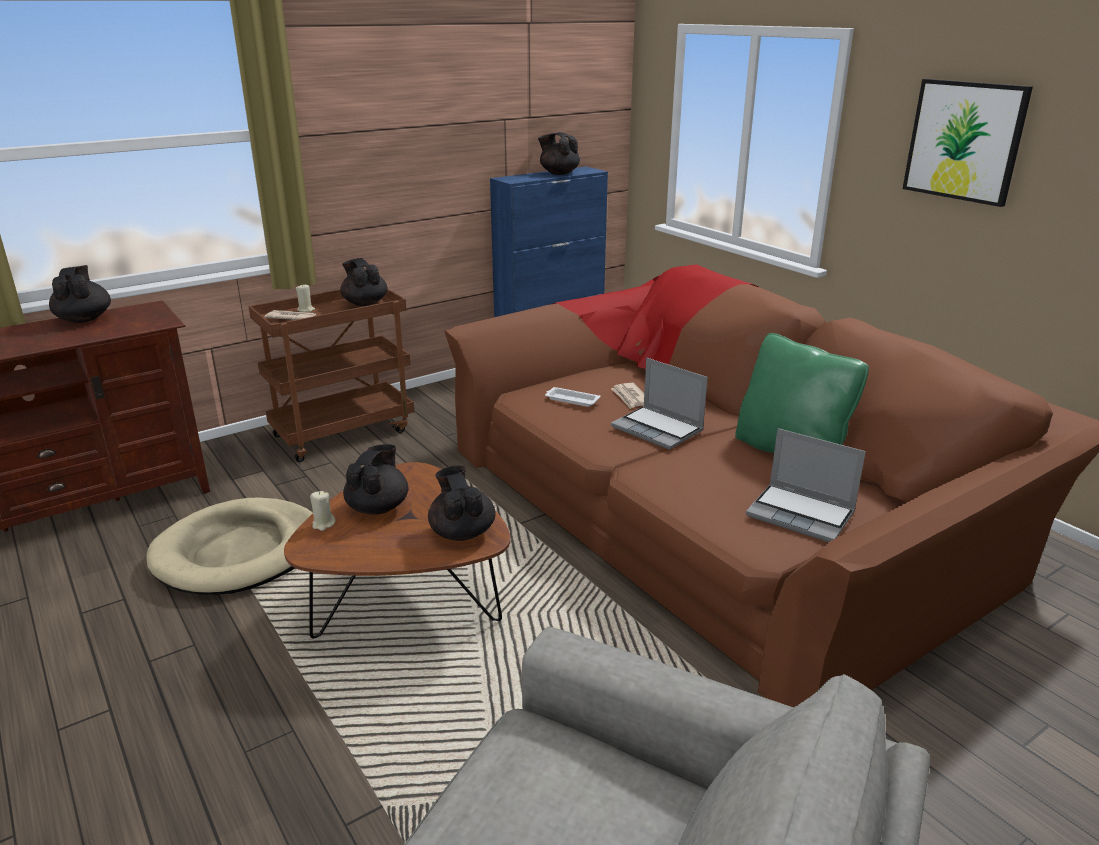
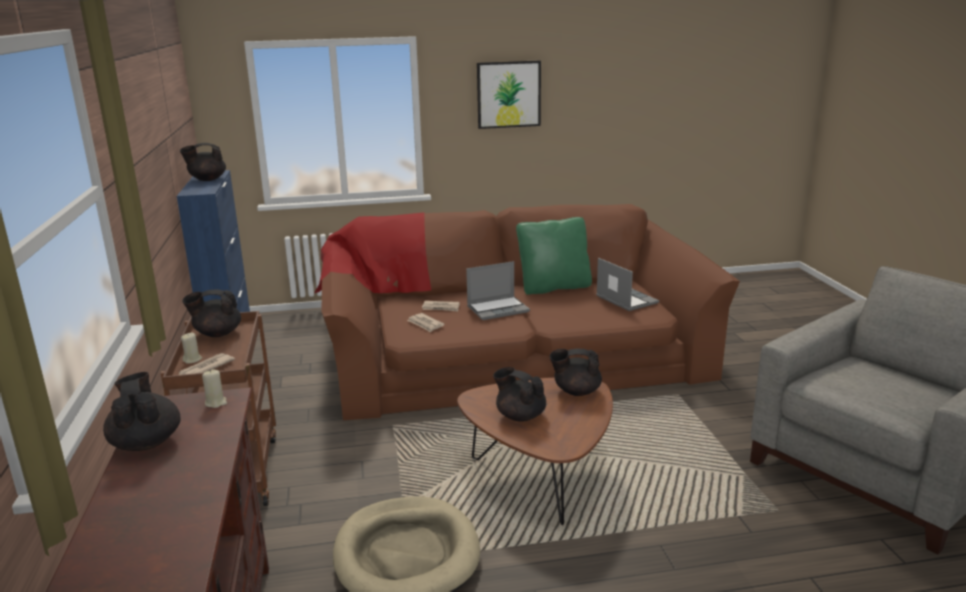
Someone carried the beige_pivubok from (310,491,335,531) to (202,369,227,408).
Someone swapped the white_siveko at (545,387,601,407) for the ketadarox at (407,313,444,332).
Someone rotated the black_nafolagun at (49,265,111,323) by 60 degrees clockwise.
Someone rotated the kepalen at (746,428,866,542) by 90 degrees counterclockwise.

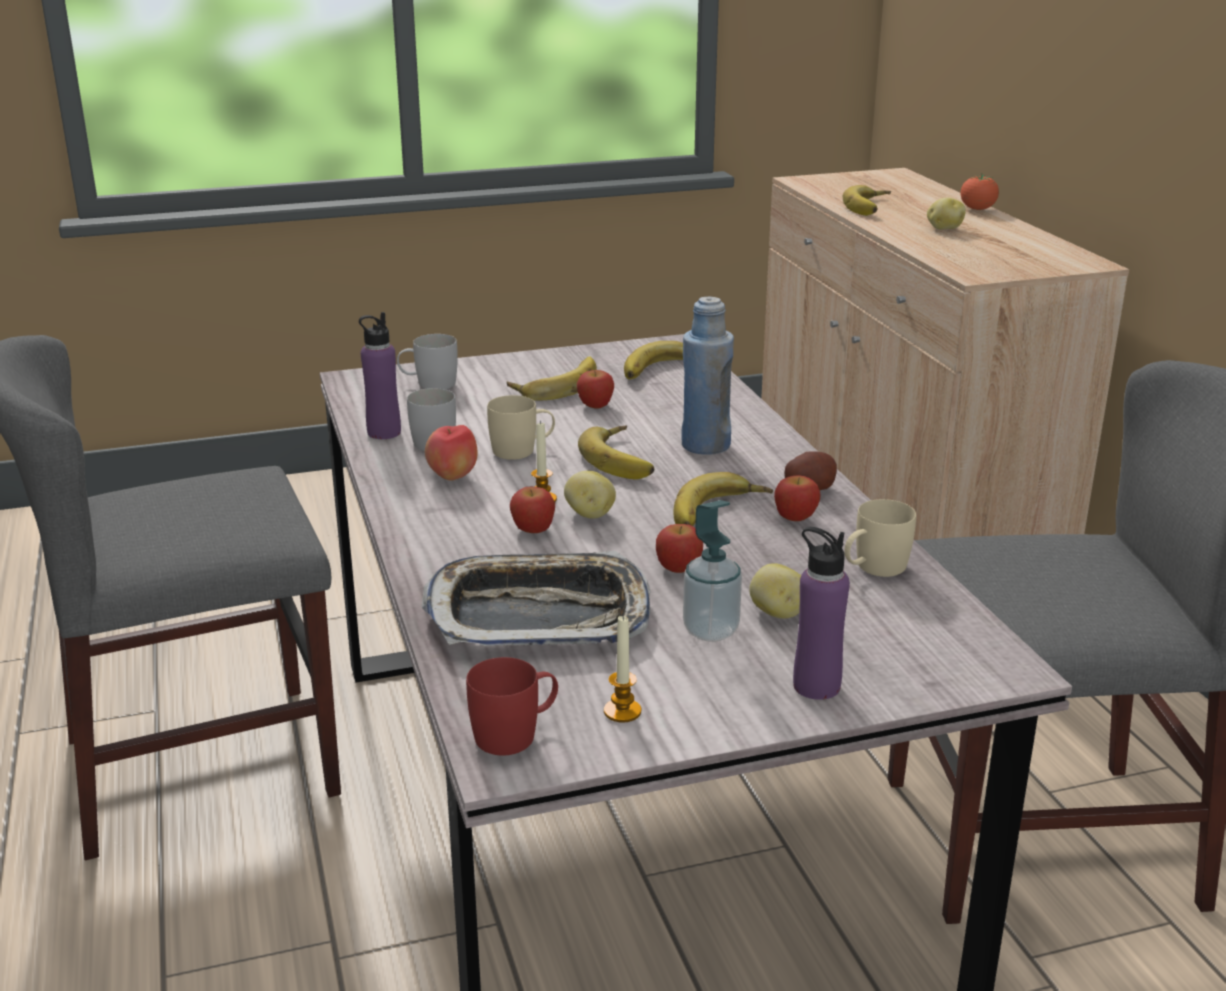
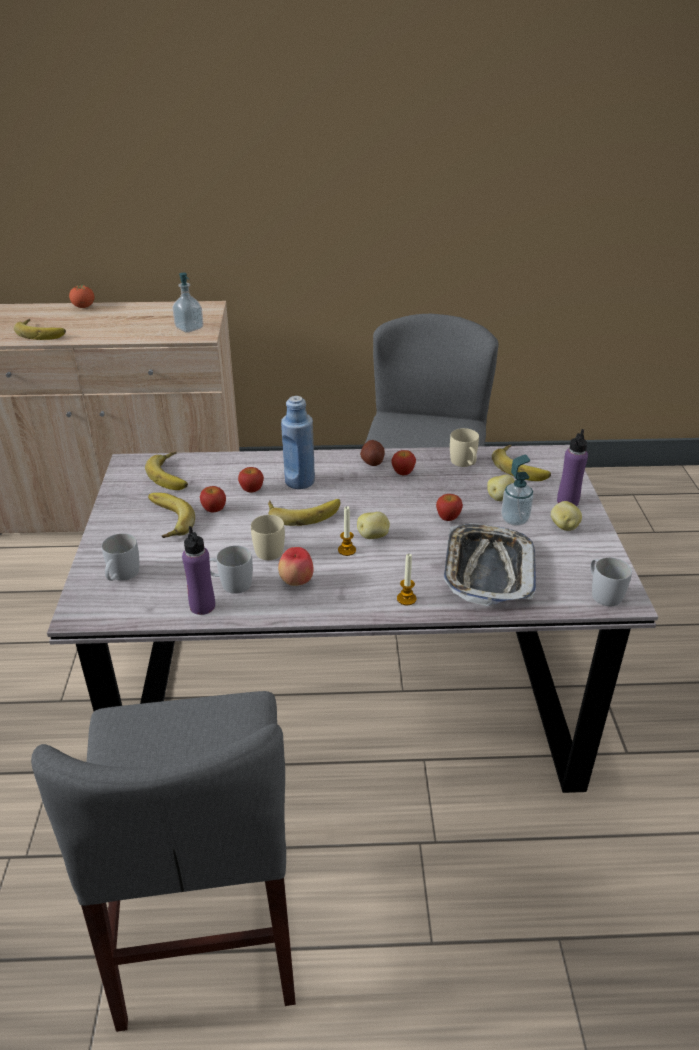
Someone put down the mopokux at (172,273,203,333).
Someone carried the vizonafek from (510,487,555,533) to (238,467,264,493).
Someone carried the pivubok from (604,615,641,723) to (397,554,416,605).
Someone carried the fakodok from (673,472,773,526) to (492,445,551,481).
Someone carried the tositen from (927,198,966,230) to (551,501,582,531).
Someone repainted the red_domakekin at (466,657,558,755), which became the white_domakekin at (591,557,632,606).

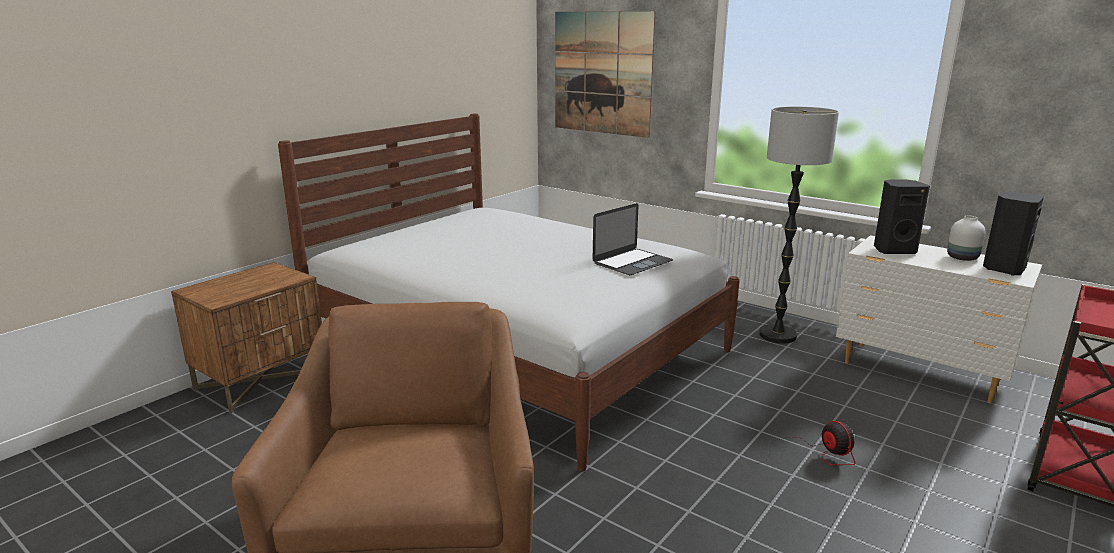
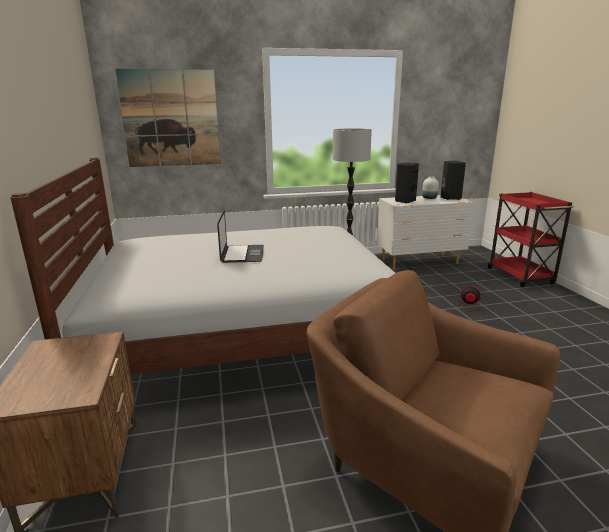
Someone carried the kepalen from (593,203,673,275) to (217,210,264,263).

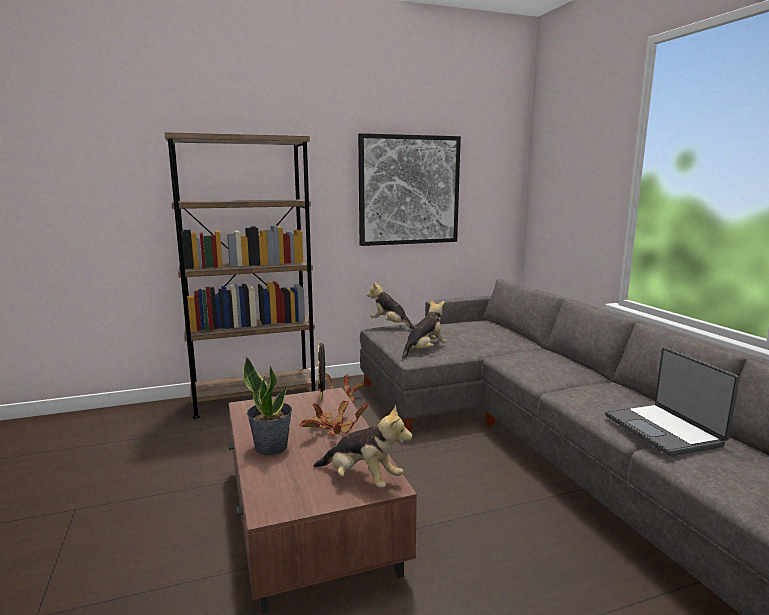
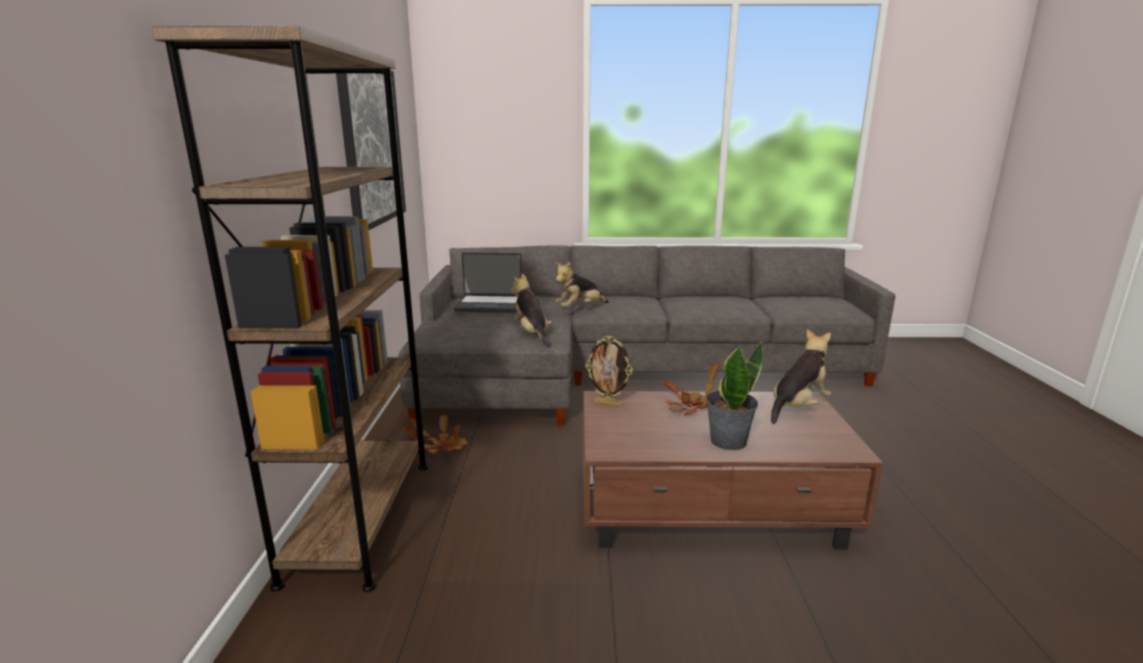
Someone carried the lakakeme from (367,282,415,329) to (555,262,608,307).
Someone carried the kepalen from (605,348,739,456) to (454,252,522,313).

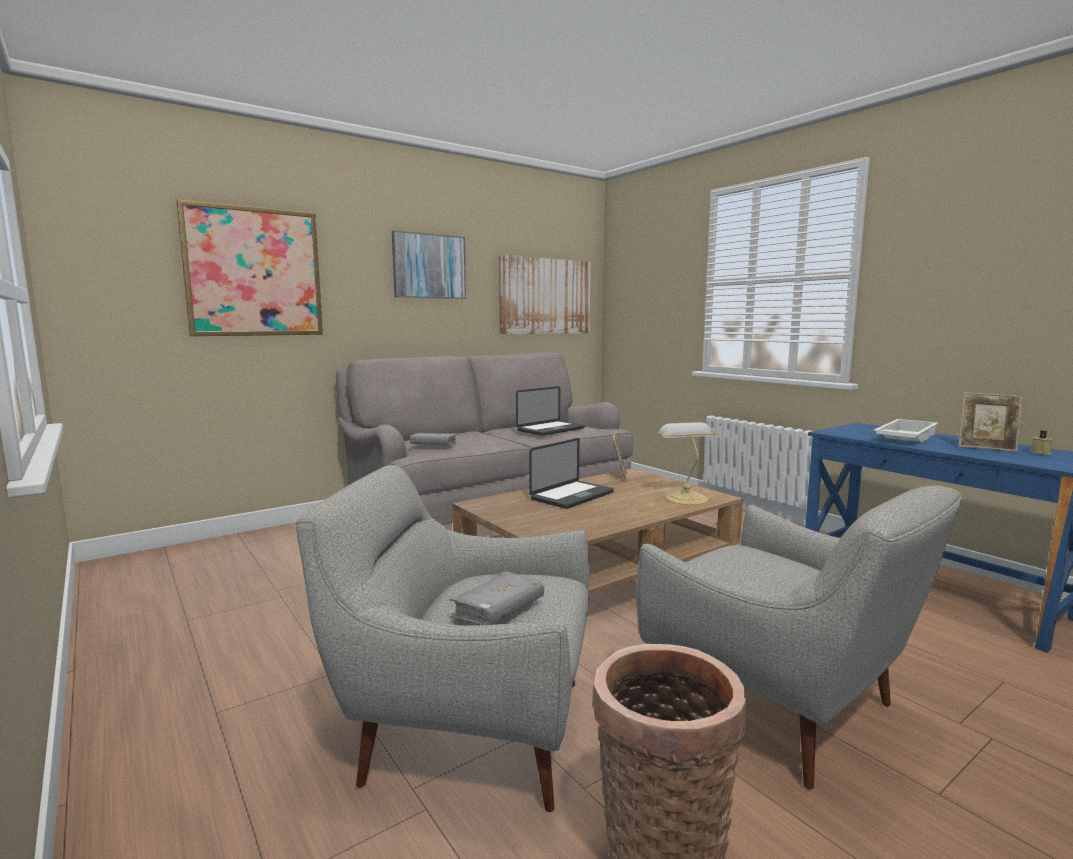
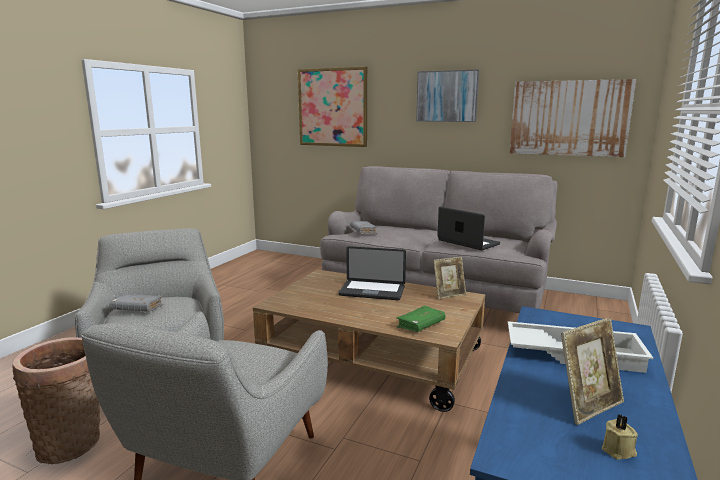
Someone swapped the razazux at (657,422,719,505) for the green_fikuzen at (396,306,446,332).
Someone rotated the kepalen at (516,386,585,436) by 150 degrees counterclockwise.
Someone rotated the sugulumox at (958,392,1022,452) by 120 degrees counterclockwise.

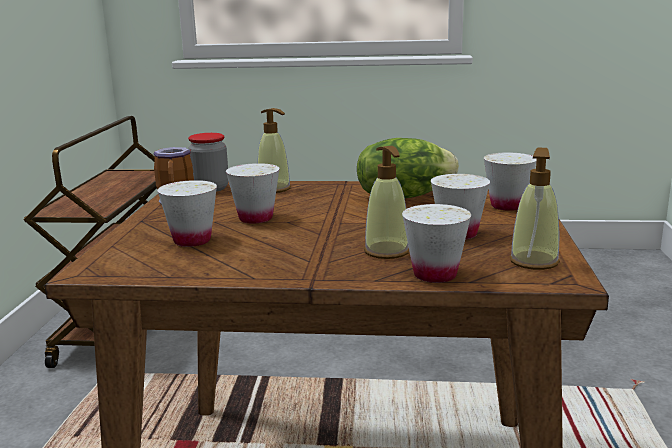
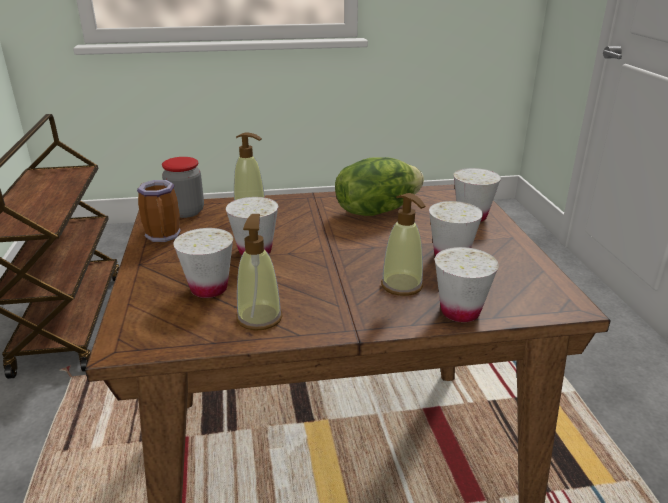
Someone carried the mopokux from (510,147,560,270) to (236,214,282,331).

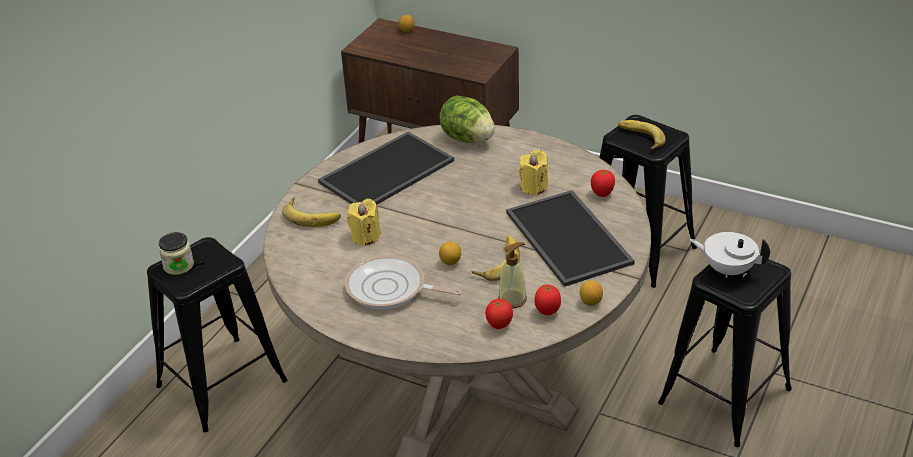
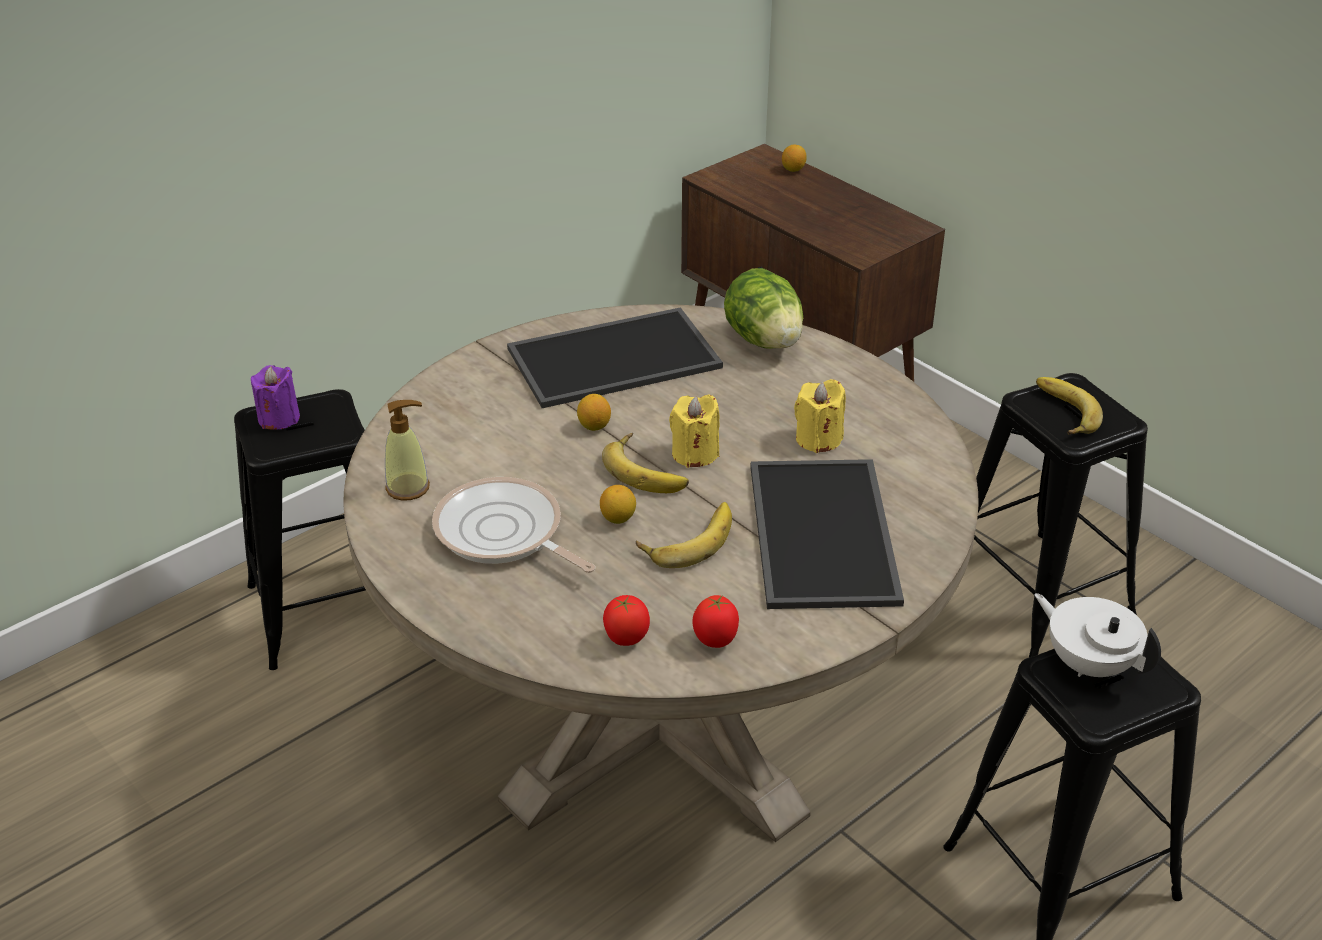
Someone took away the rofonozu at (591,169,615,197).
Someone carried the fakodok from (282,197,341,227) to (602,433,689,493).
Someone carried the yellow_pivubok from (347,199,381,246) to (669,395,720,468).
Someone carried the mopokux from (498,242,527,308) to (385,400,430,501).
Someone carried the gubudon from (580,280,603,306) to (577,394,611,431).
Someone swapped the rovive at (159,232,194,275) for the purple_pivubok at (251,365,300,430).

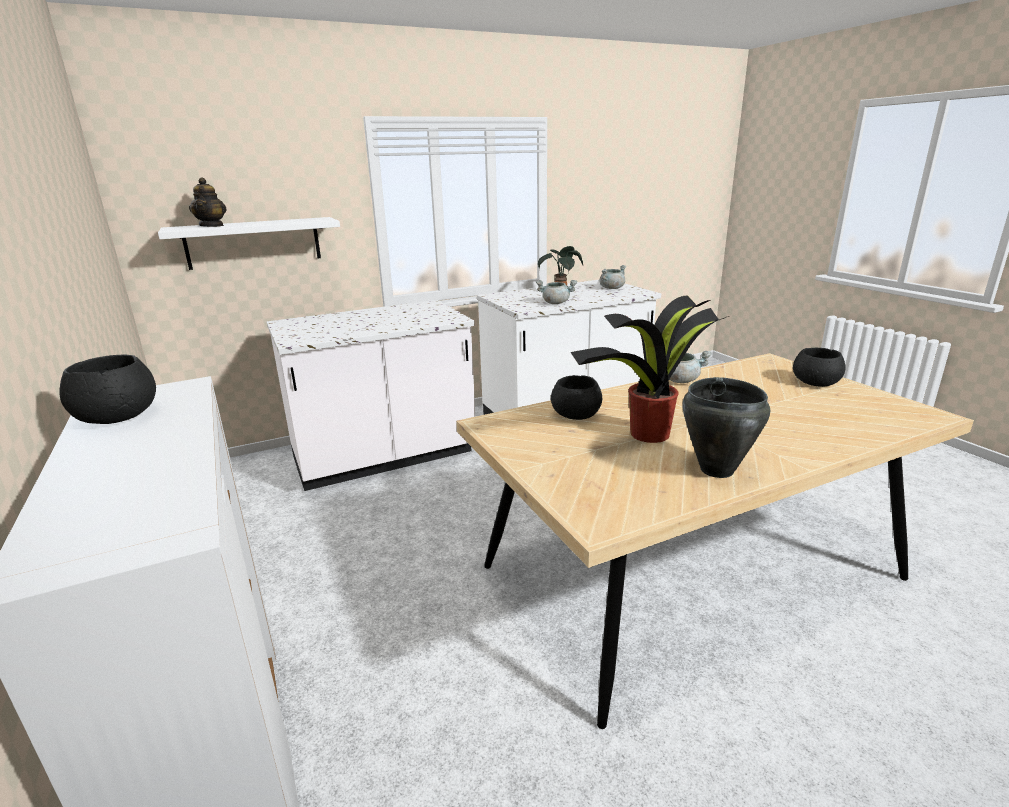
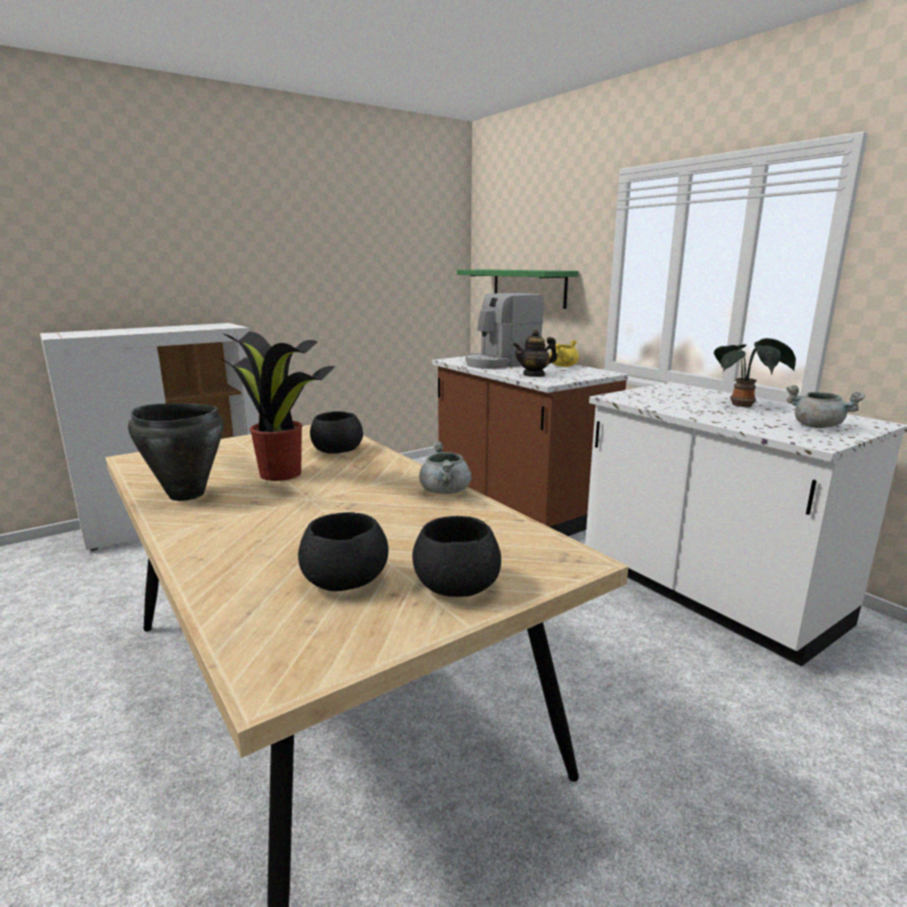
Someone took away the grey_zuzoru at (536,280,577,304).
Someone put down the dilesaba at (465,293,544,369).
Someone put down the yellow_zuzoru at (549,340,579,367).
Someone carried the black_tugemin from (59,355,156,424) to (298,512,389,591).
Someone carried the nafolagun from (189,177,226,227) to (513,330,557,377).
Someone repainted the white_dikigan at (158,217,340,270), which became the green_dikigan at (457,270,579,309).
Someone repainted the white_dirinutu at (267,300,475,491), which became the brown_dirinutu at (432,356,628,536).

